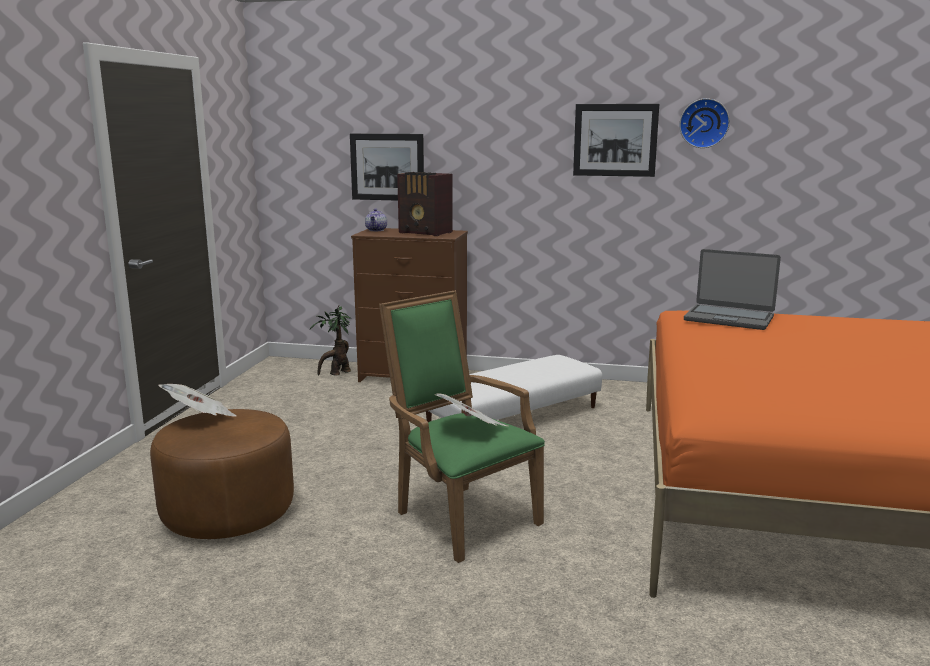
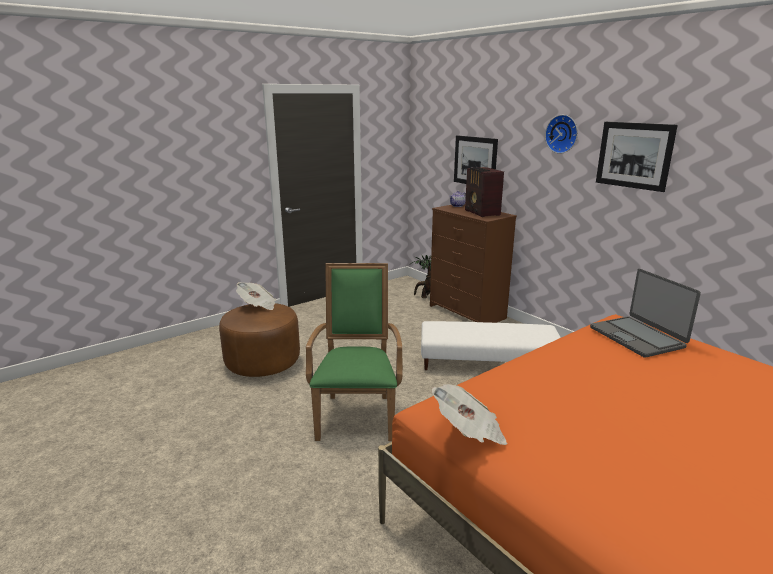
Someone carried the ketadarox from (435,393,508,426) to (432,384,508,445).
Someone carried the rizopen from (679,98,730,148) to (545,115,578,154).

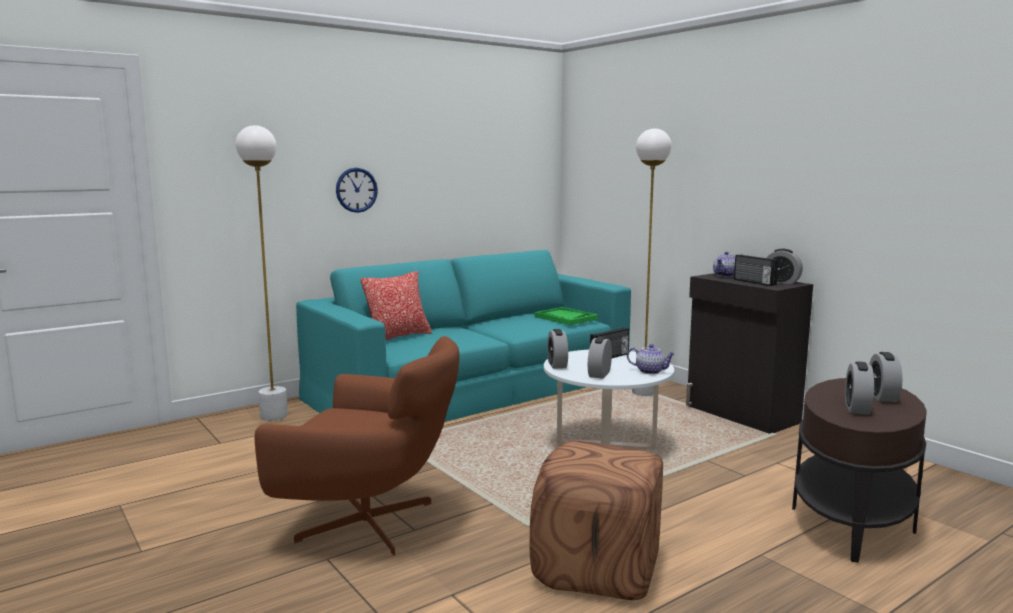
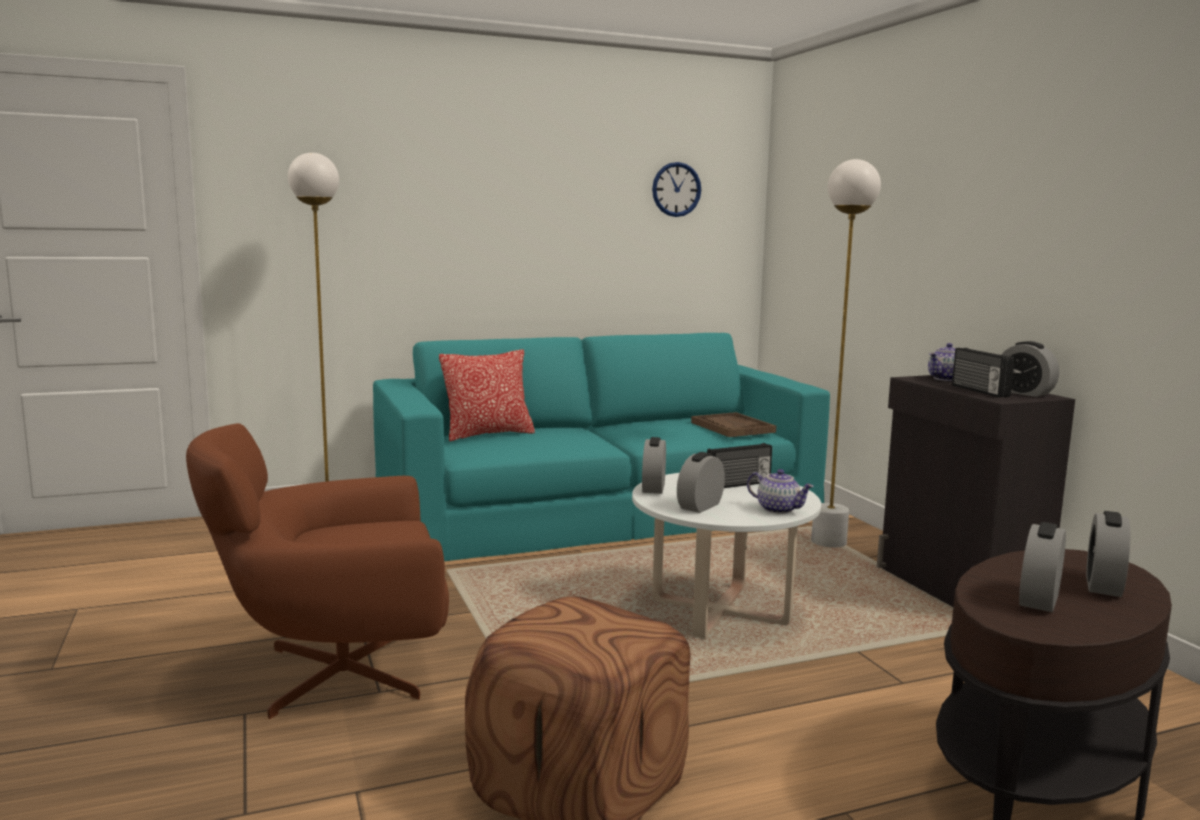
Someone carried the rizopen from (336,168,378,213) to (652,162,701,217).
Someone repainted the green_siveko at (535,307,598,325), which became the brown_siveko at (691,412,776,437).
Someone rotated the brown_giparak at (254,336,459,556) by 135 degrees clockwise.

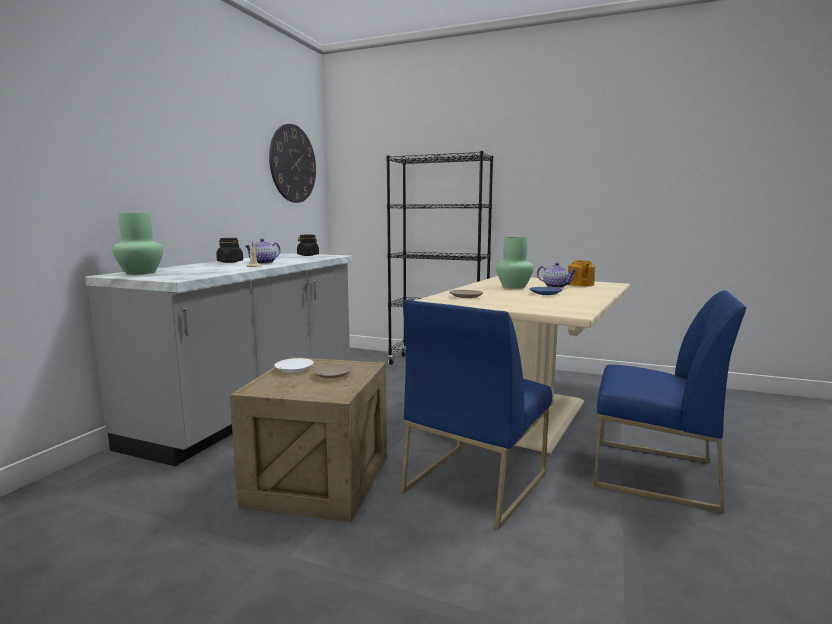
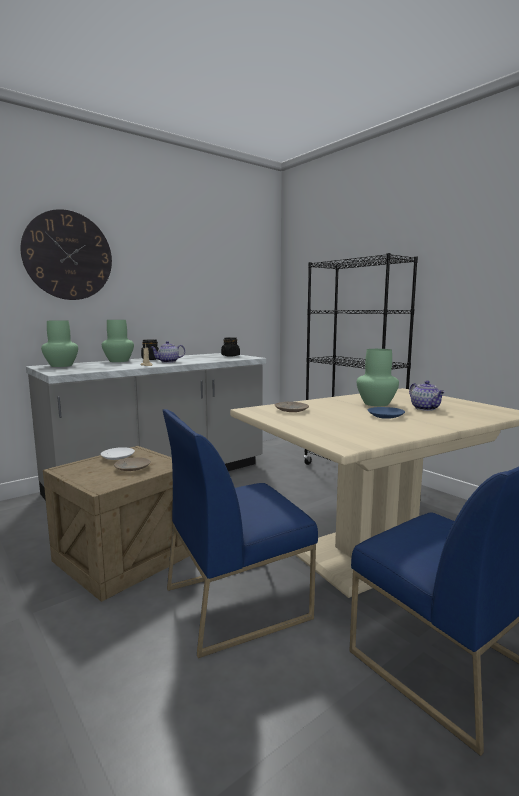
Someone took away the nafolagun at (568,260,595,287).
Someone put down the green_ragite at (102,320,134,362).
Someone carried the rizopen from (269,124,316,203) to (21,209,112,300).

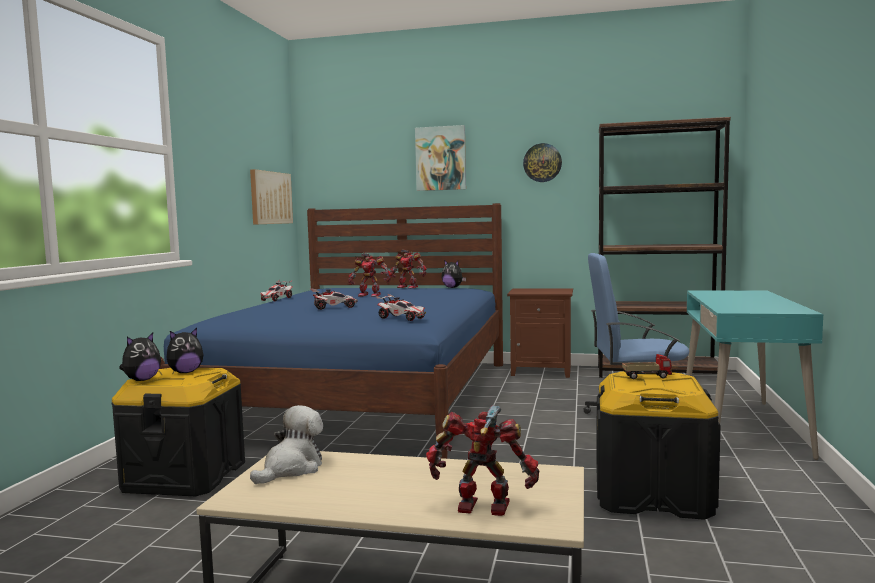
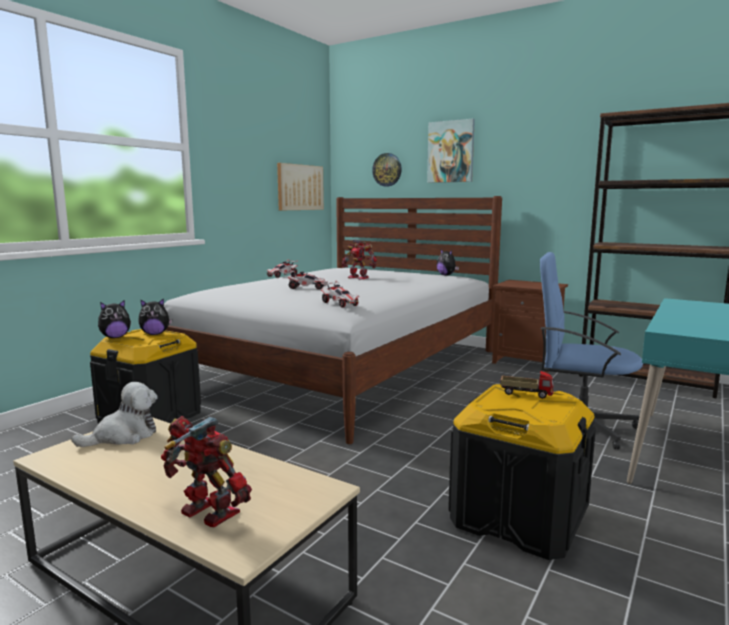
Someone took away the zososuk at (390,250,427,288).
Someone carried the rizopen from (523,143,562,182) to (372,153,402,187).
Someone repainted the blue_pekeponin at (159,203,503,459), which became the white_pekeponin at (164,196,502,444).

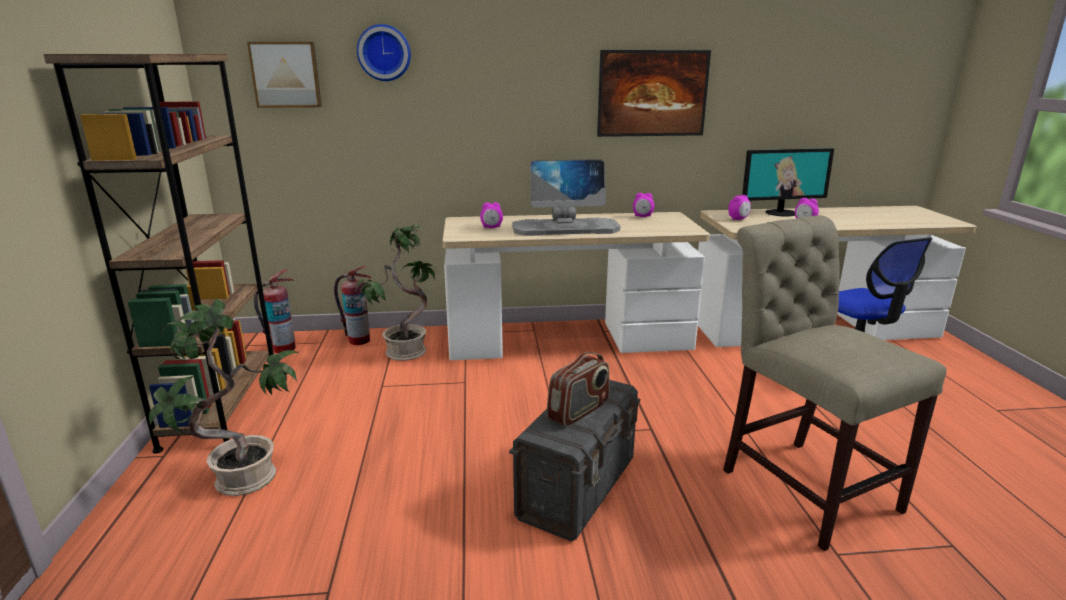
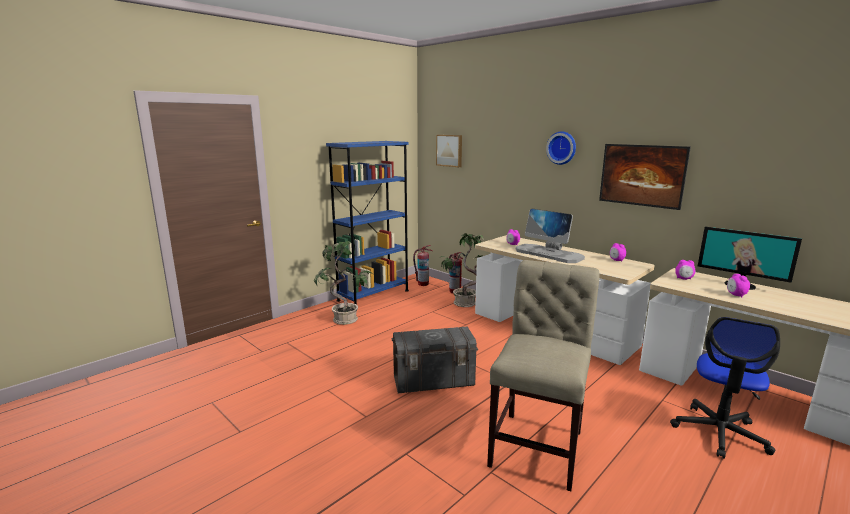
Someone took away the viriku at (547,352,610,427).
Someone carried the rizopen from (357,24,411,81) to (546,131,576,165).
Someone repainted the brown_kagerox at (43,54,274,454), which became the blue_kagerox at (326,141,409,305).

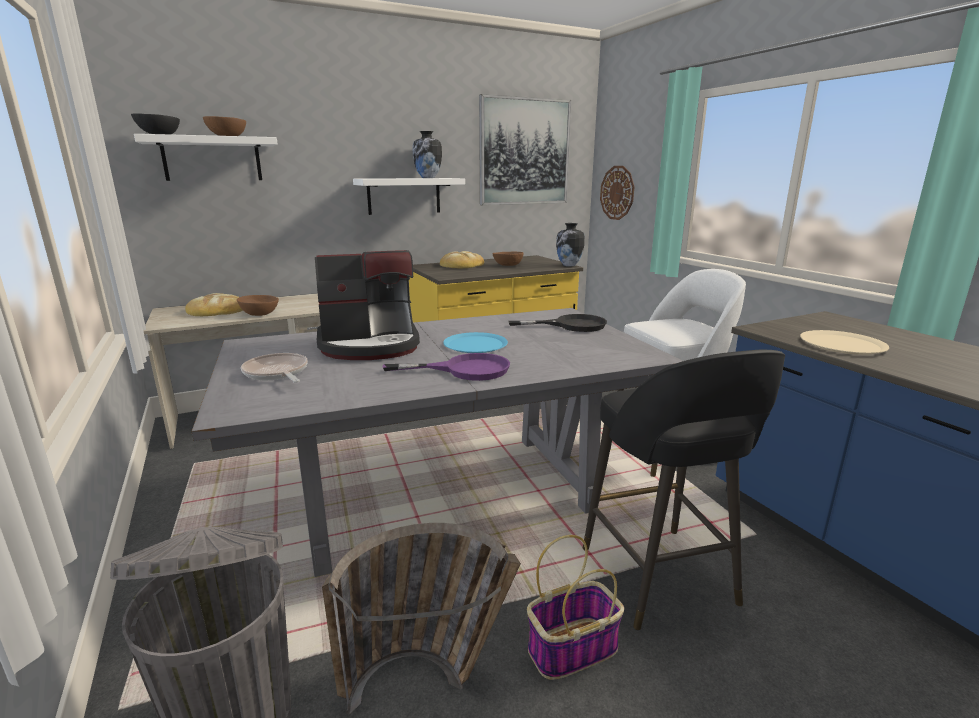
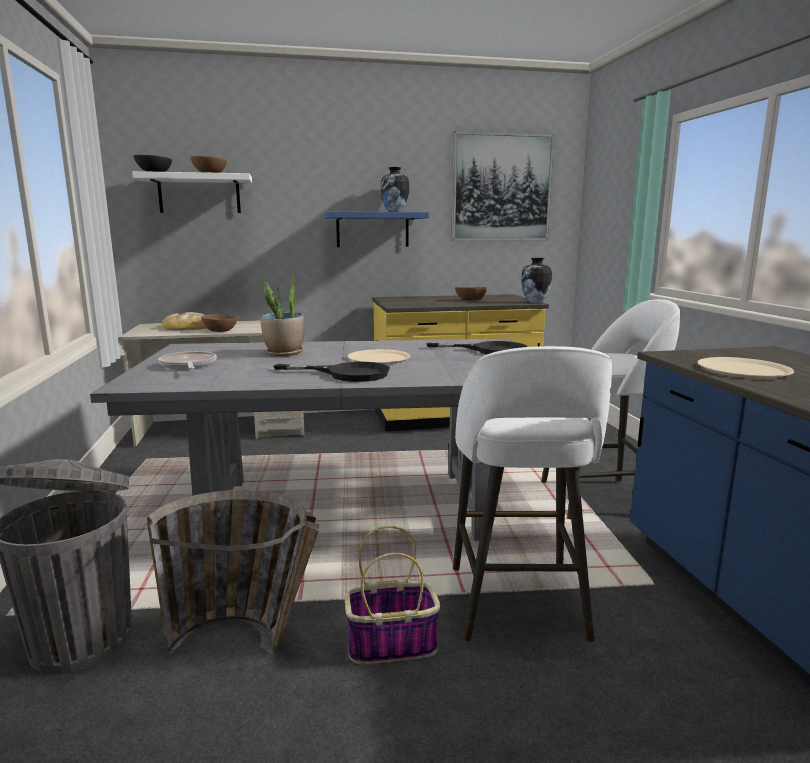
Someone took away the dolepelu at (440,251,484,268).
Someone took away the rizopen at (600,166,635,220).
Someone swapped the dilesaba at (315,250,420,360) for the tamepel at (260,273,304,356).
Someone repainted the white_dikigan at (353,178,465,215), which became the blue_dikigan at (323,212,429,247).
Someone repainted the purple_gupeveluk at (383,353,510,381), which became the black_gupeveluk at (273,362,390,382).
Someone repainted the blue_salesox at (443,332,508,353), which became the beige_salesox at (348,349,410,364).
Someone repainted the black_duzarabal at (583,349,785,630), which became the white_duzarabal at (453,346,612,642).

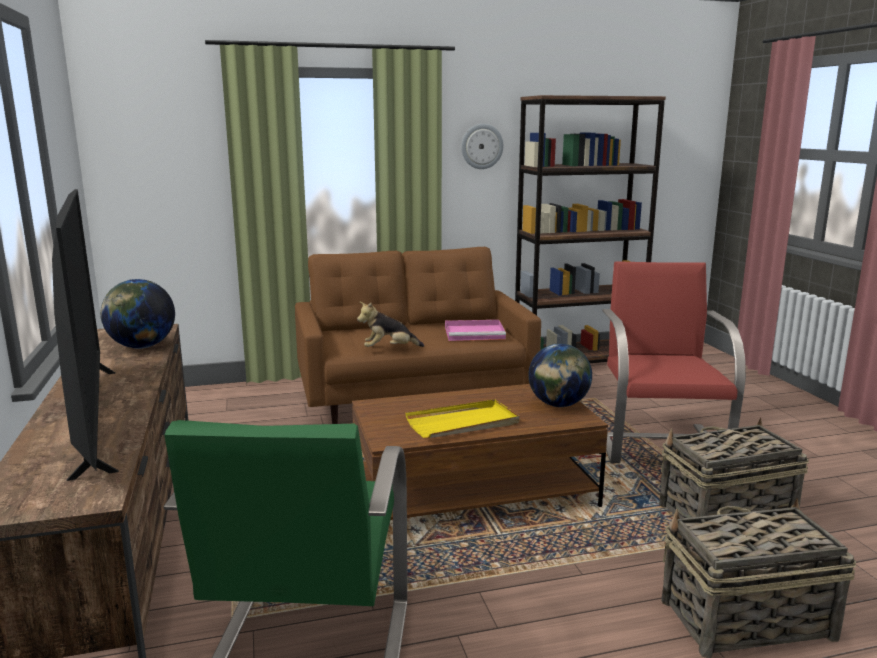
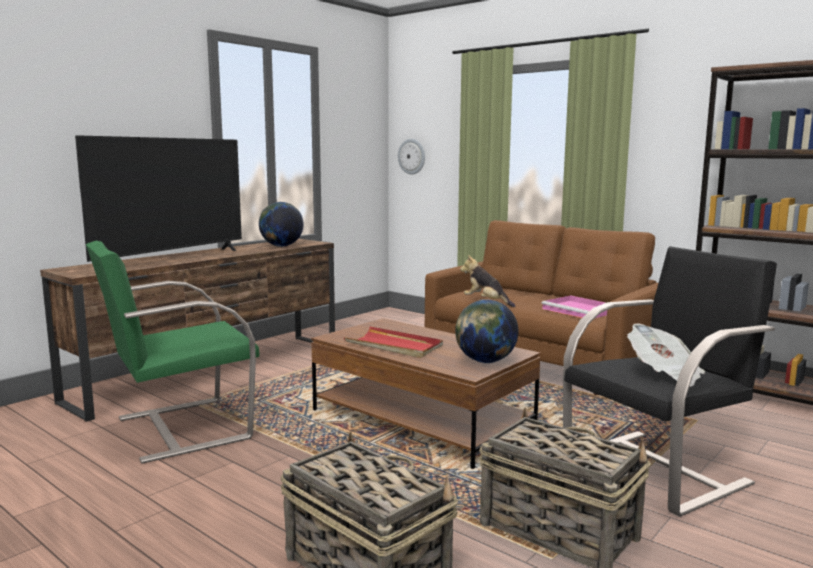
Someone put down the ketadarox at (627,323,705,387).
Someone carried the rizopen from (461,124,503,169) to (398,139,425,175).
Someone repainted the yellow_siveko at (405,399,519,438), which became the red_siveko at (344,326,443,358).
Someone repainted the red_giparak at (602,261,746,463), which became the black_giparak at (563,246,777,517).

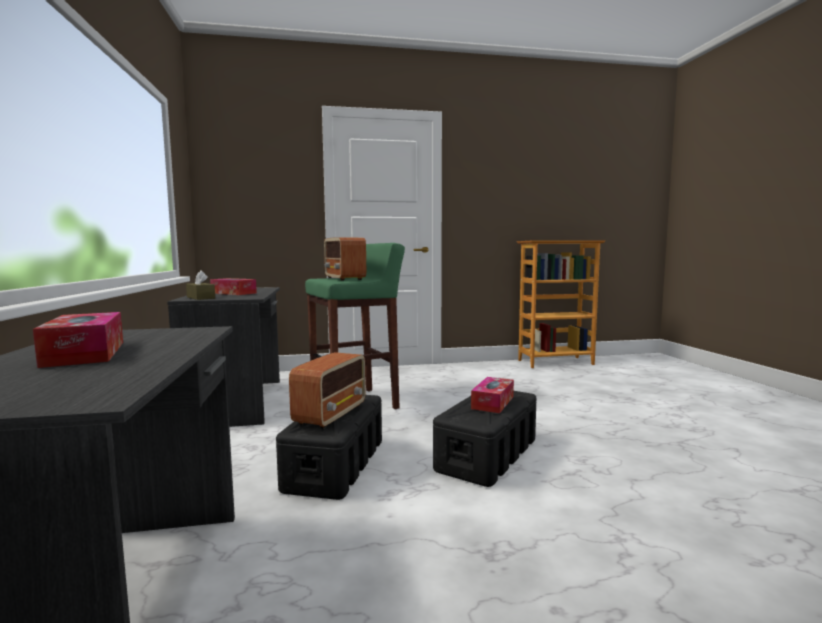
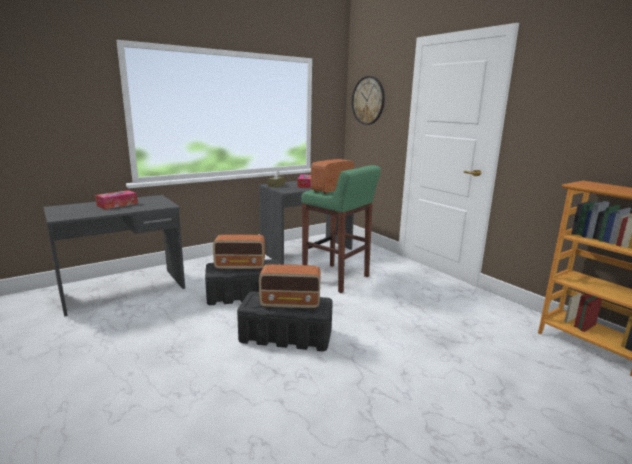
Someone put up the rizopen at (352,76,385,125).
Someone swapped the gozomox at (471,377,514,413) for the viriku at (259,264,321,309).

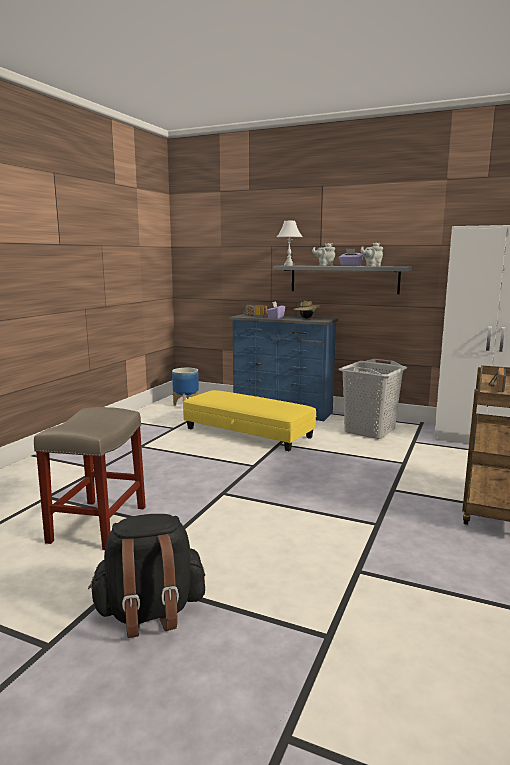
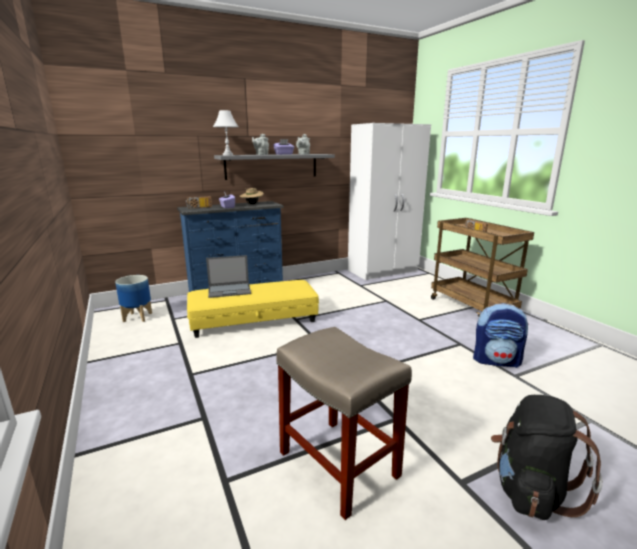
Someone took away the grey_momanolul at (338,359,407,439).
Someone put down the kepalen at (206,255,251,298).
Someone put down the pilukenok at (473,303,529,368).

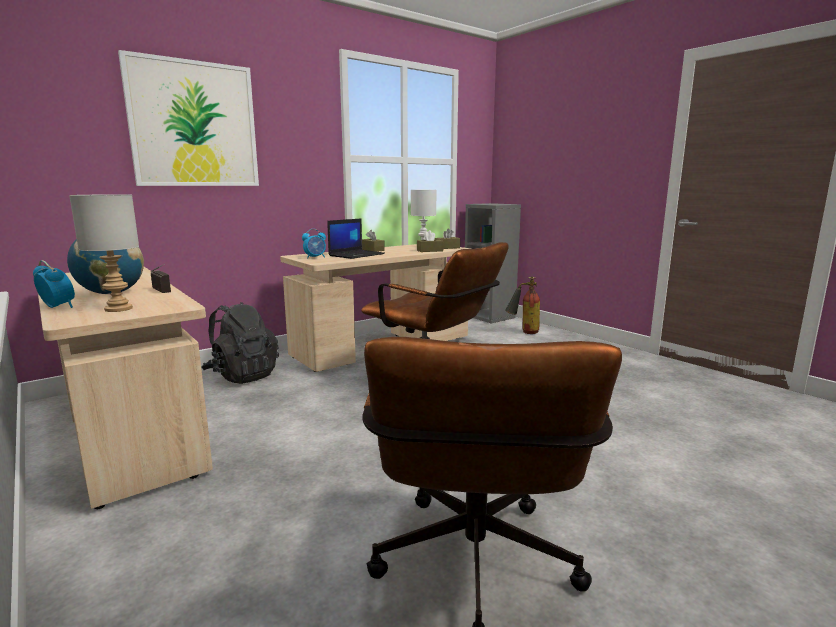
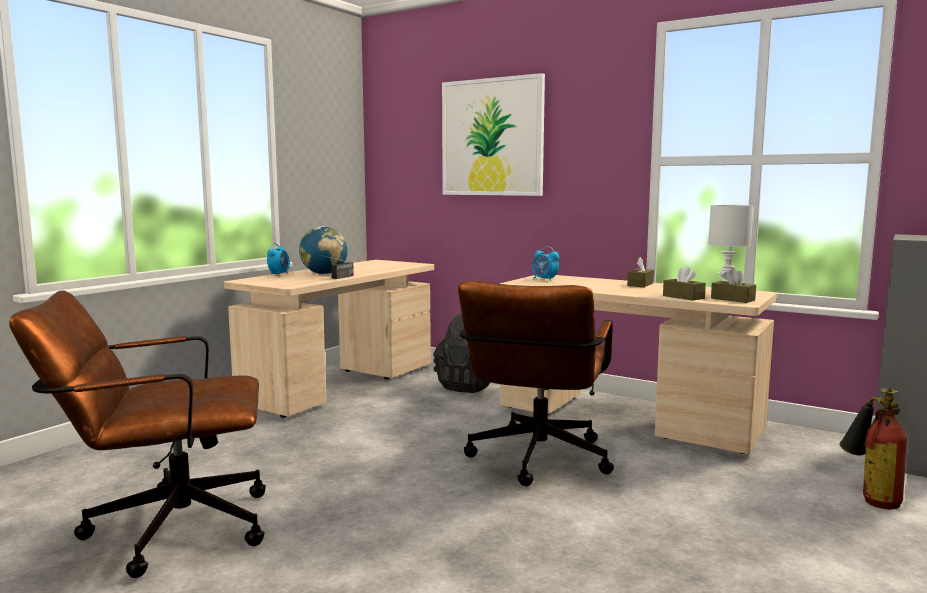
Someone took away the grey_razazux at (69,194,139,312).
Someone took away the kepalen at (327,218,385,259).

